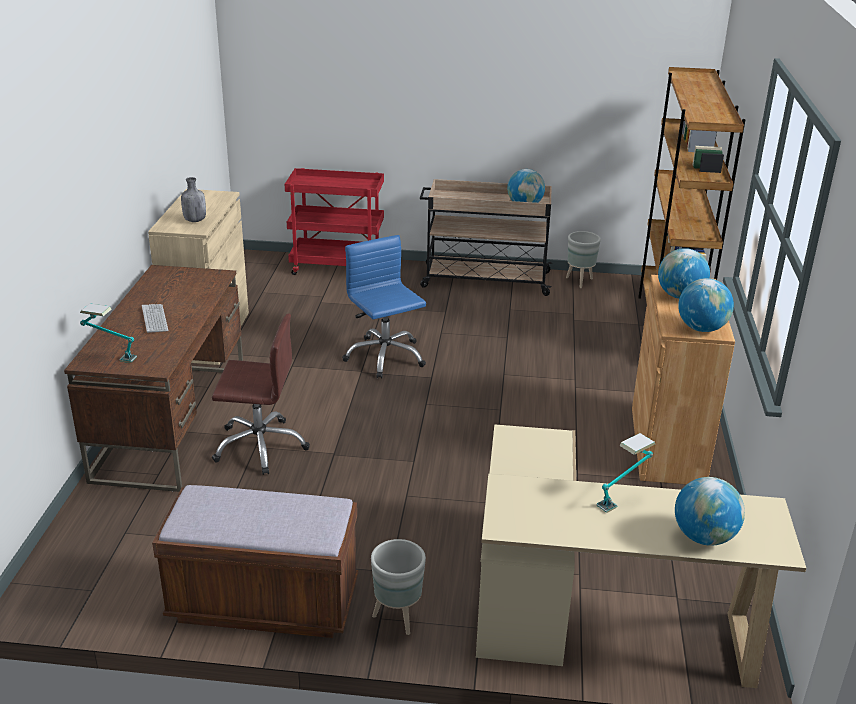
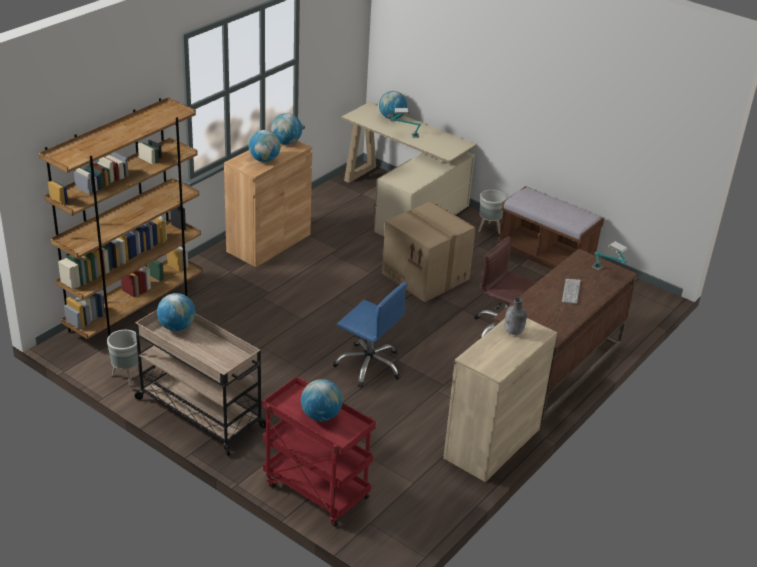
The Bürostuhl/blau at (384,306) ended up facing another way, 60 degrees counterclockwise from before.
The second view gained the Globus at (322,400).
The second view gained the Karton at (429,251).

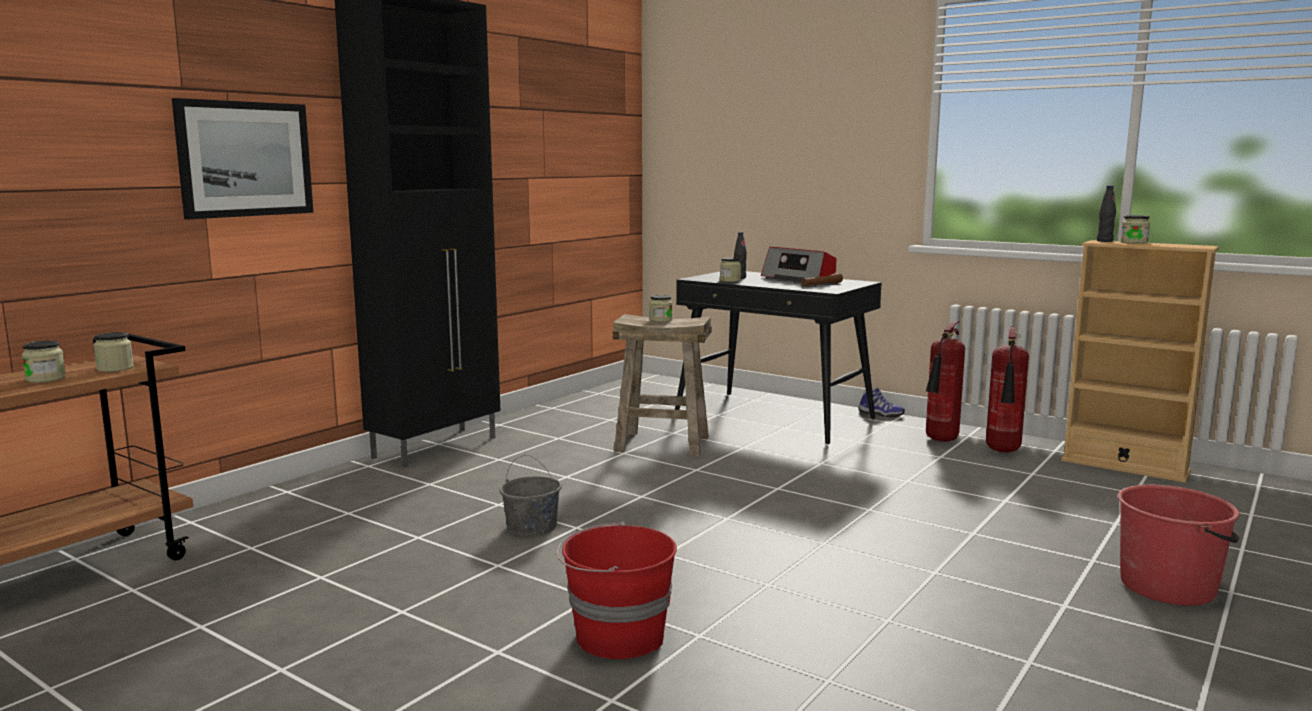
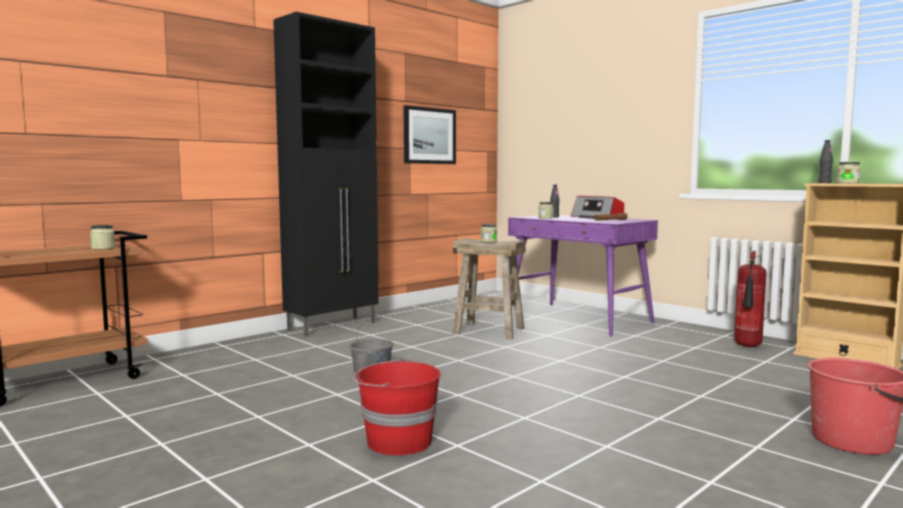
The second view lost the Vorratsglas at (44,362).
The Bild ended up elsewhere, having gone from (243,158) to (430,134).
What was the Schreibtisch/schwarz at (778,358) turned into the Schreibtisch/lila at (583,276).
The second view lost the Schuh at (881,403).
The second view lost the Feuerlöscher at (945,381).

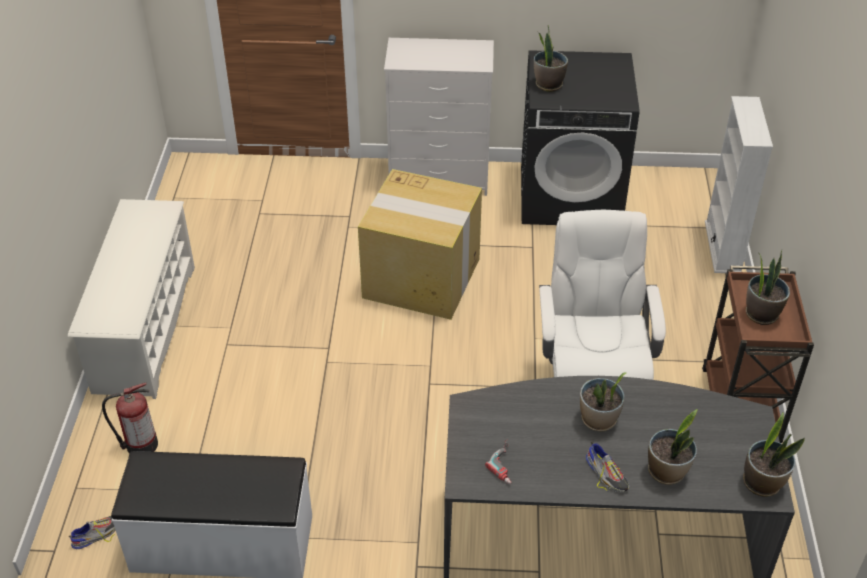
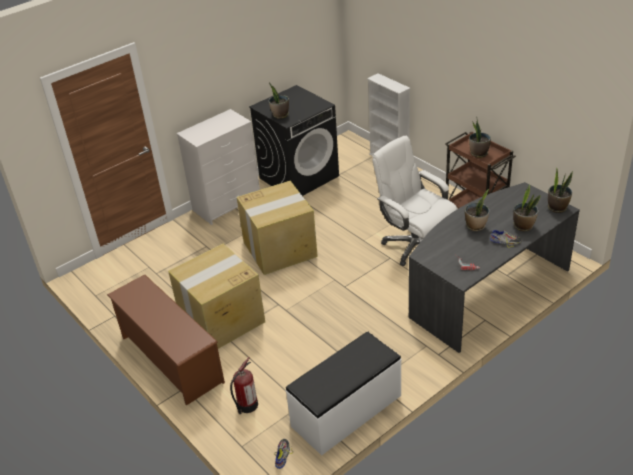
What was the Schuhregal/weiß at (131,299) turned into the Schuhregal/braun at (166,339).
The second view gained the Karton at (216,296).

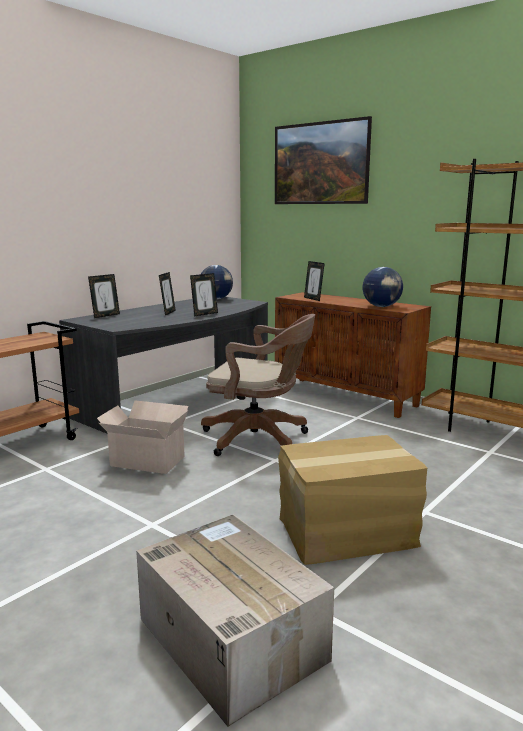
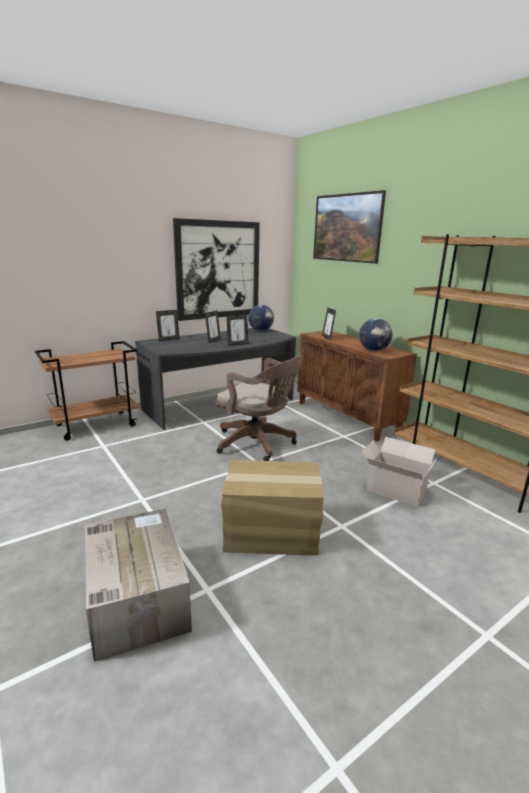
The Karton ended up elsewhere, having gone from (142,437) to (400,472).
The second view gained the Bild at (216,269).

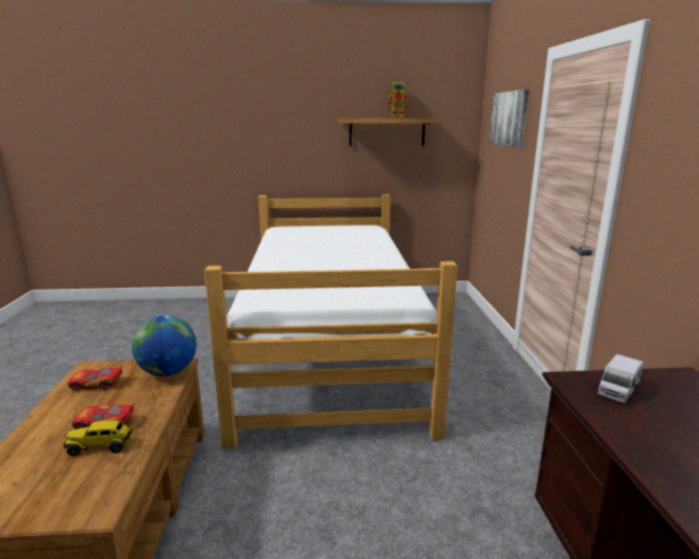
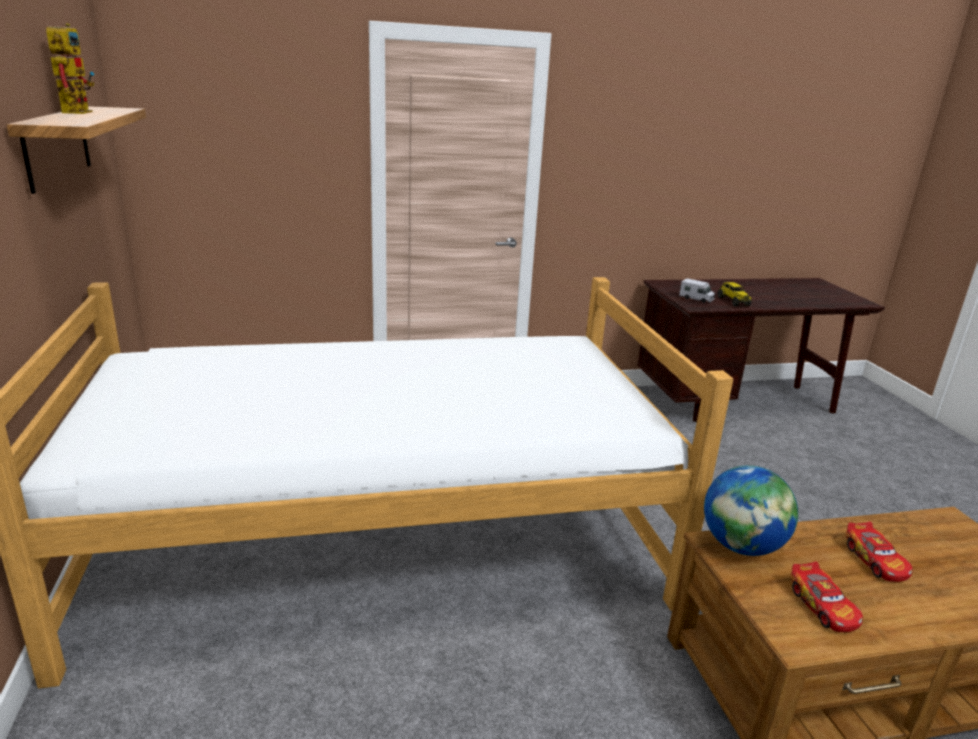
The Spielzeuglaster ended up elsewhere, having gone from (98,438) to (734,294).
The second view lost the Bild at (509,118).

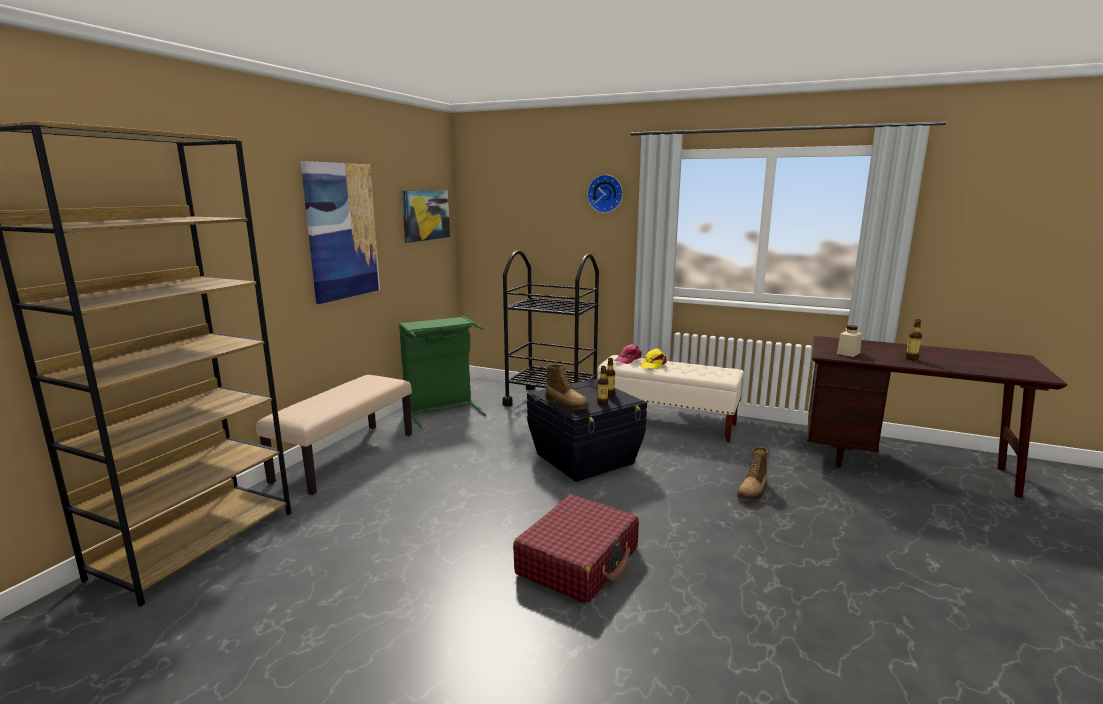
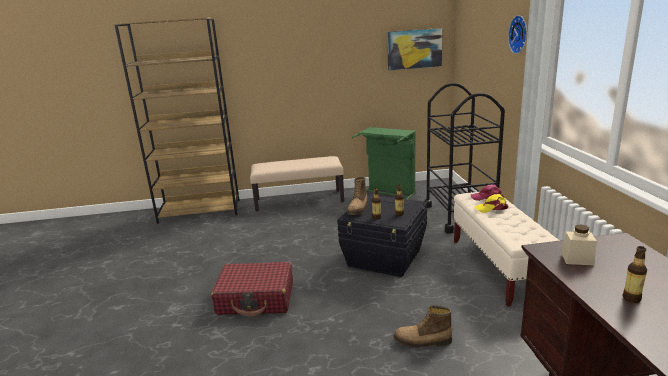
The second view lost the Bild at (340,232).

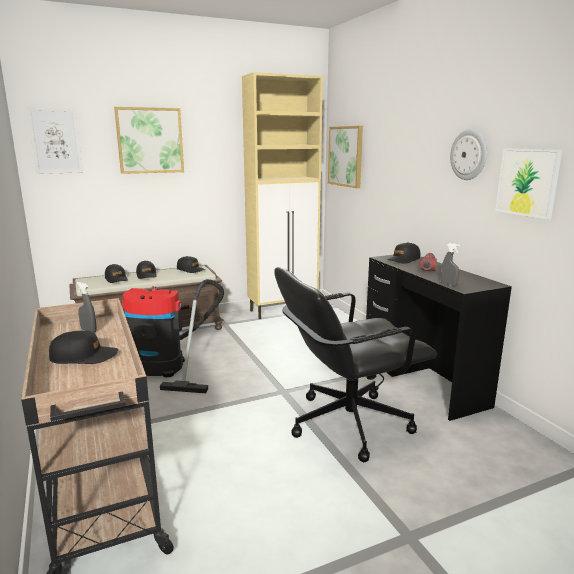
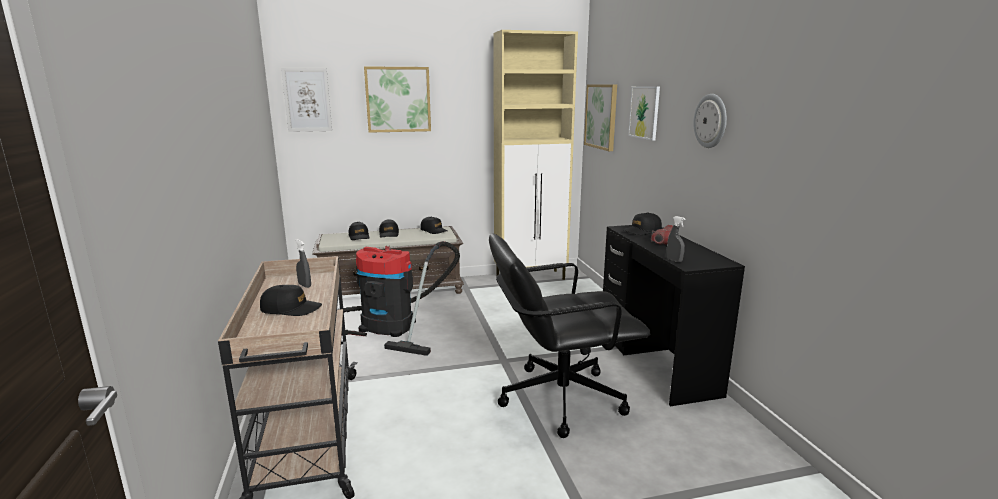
The Bild ended up elsewhere, having gone from (528,184) to (644,113).

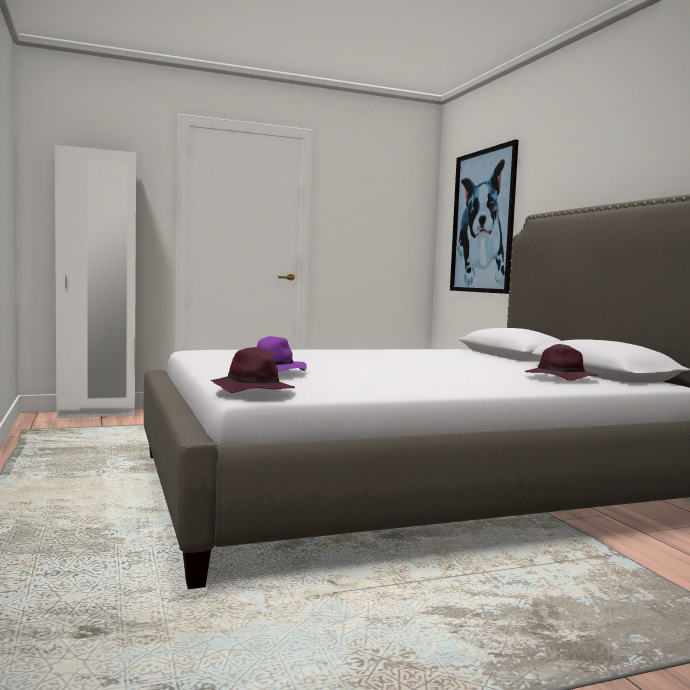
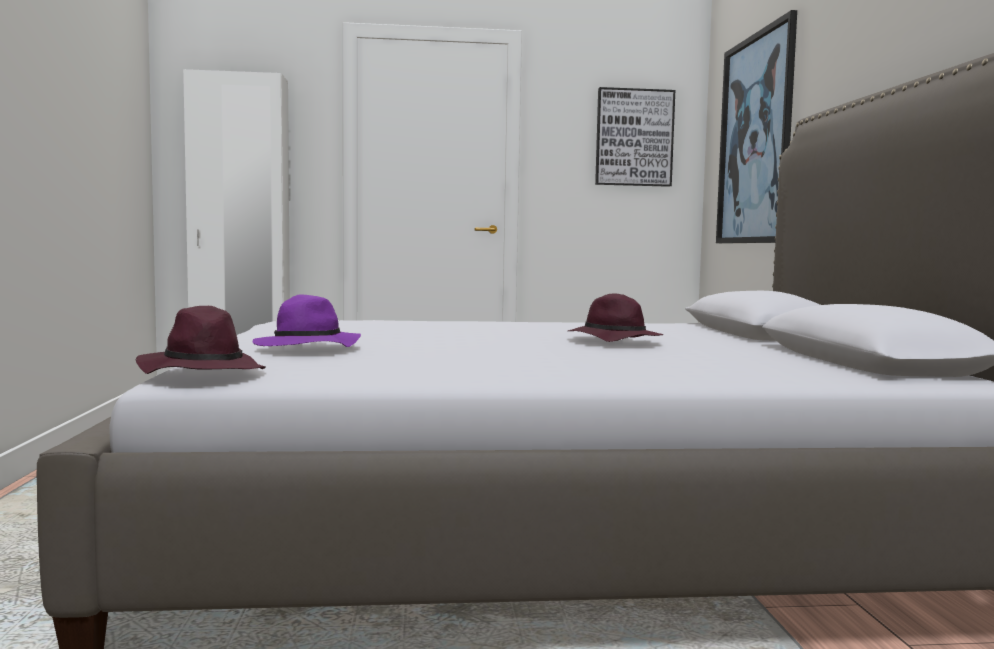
The Hut/lila ended up elsewhere, having gone from (561,362) to (616,318).
The second view gained the Bild at (635,137).

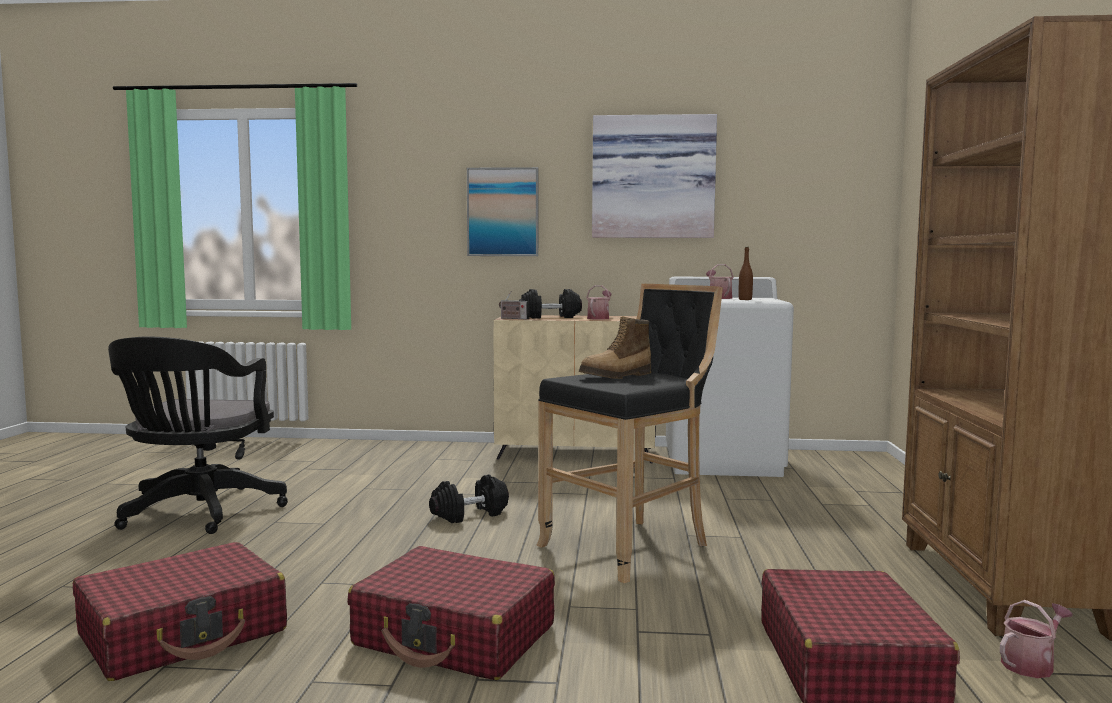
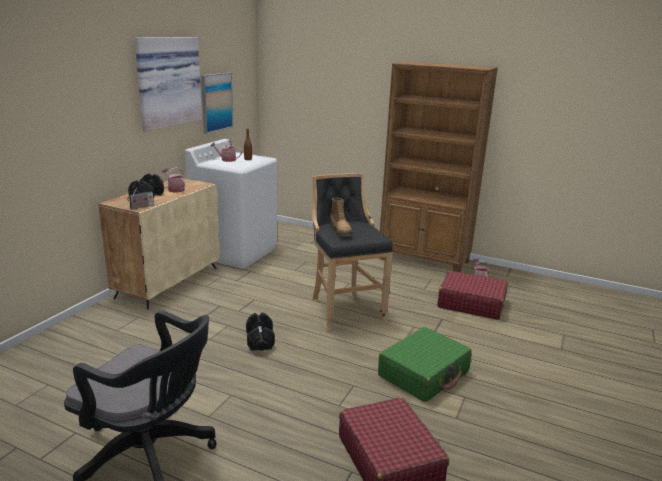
What was the Koffer/rot at (451,613) turned into the Koffer/grün at (425,364).
The Bild ended up elsewhere, having gone from (503,211) to (217,103).

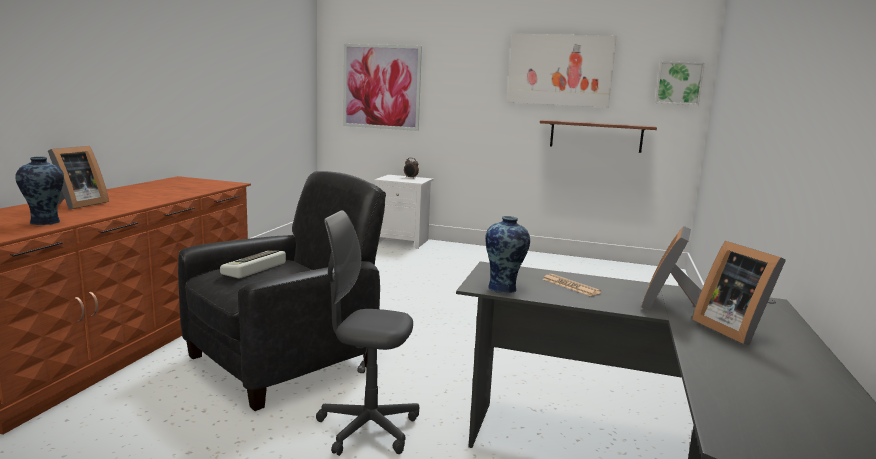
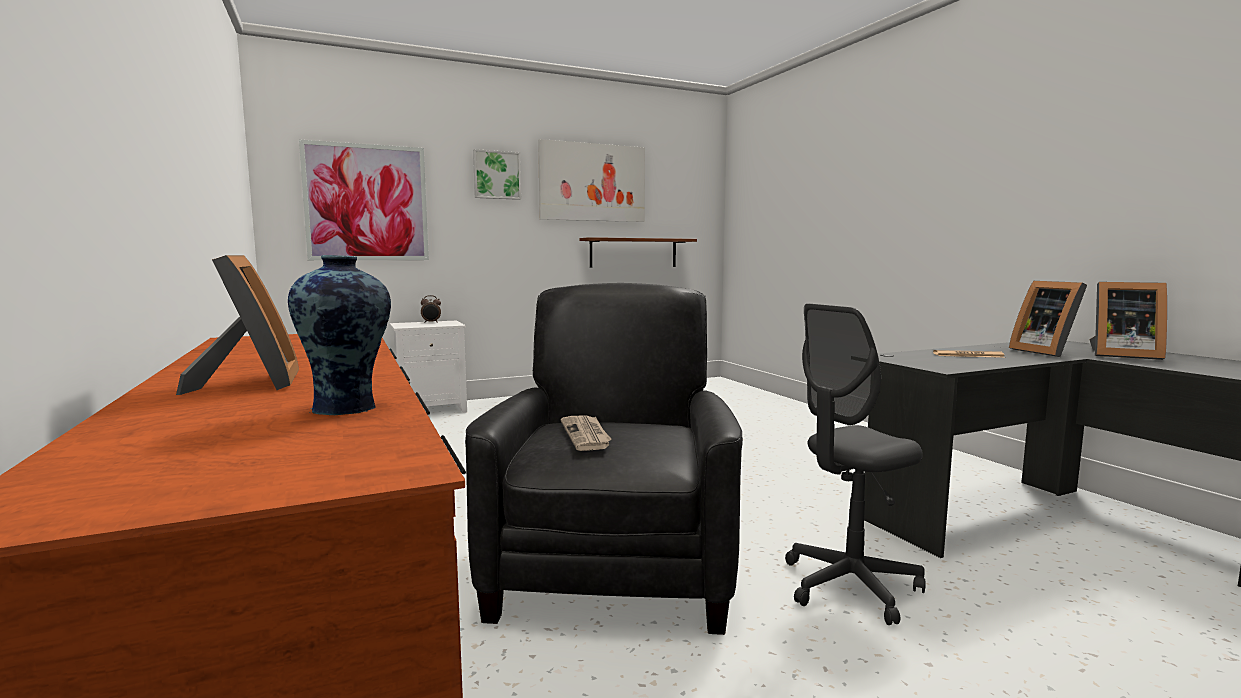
Where the Tastatur stood at (253,265), the Zeitung came to stand at (586,433).
The second view lost the Vase at (507,254).
The Bild ended up elsewhere, having gone from (680,83) to (497,174).

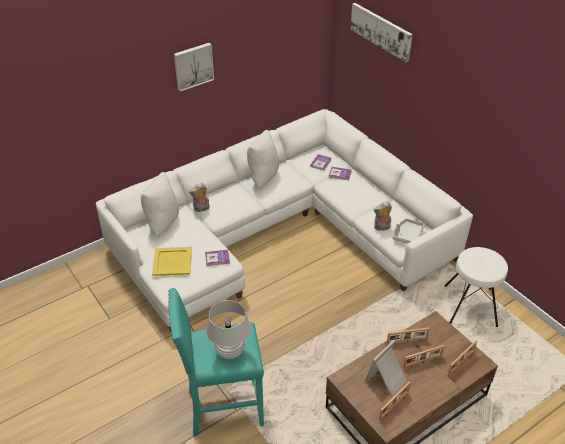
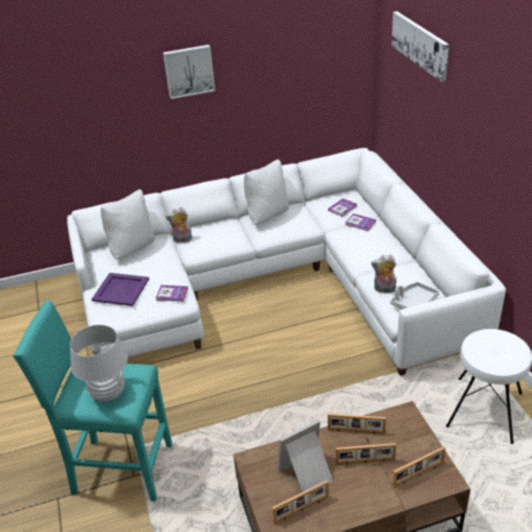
What was the Tablett/gelb at (172,261) turned into the Tablett/lila at (120,289).

